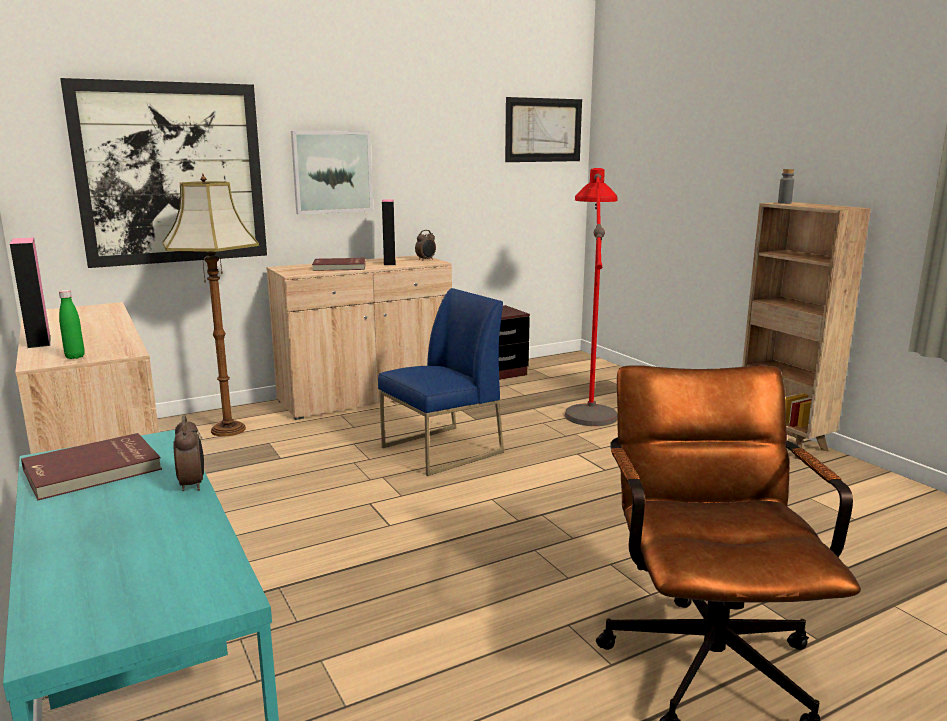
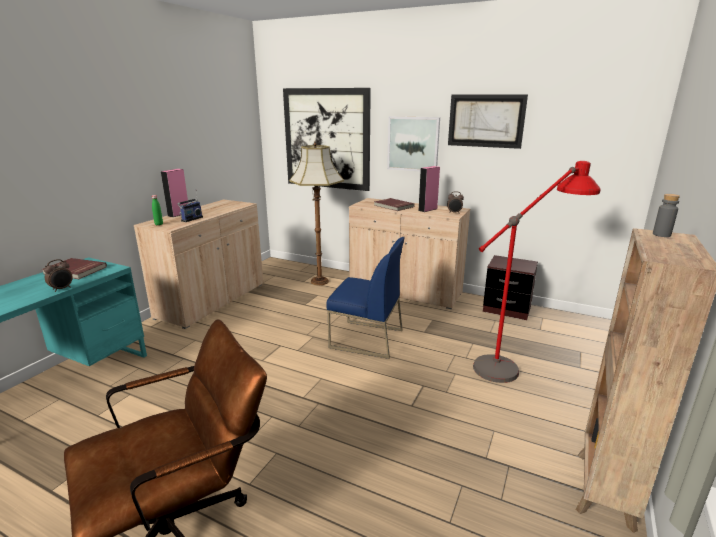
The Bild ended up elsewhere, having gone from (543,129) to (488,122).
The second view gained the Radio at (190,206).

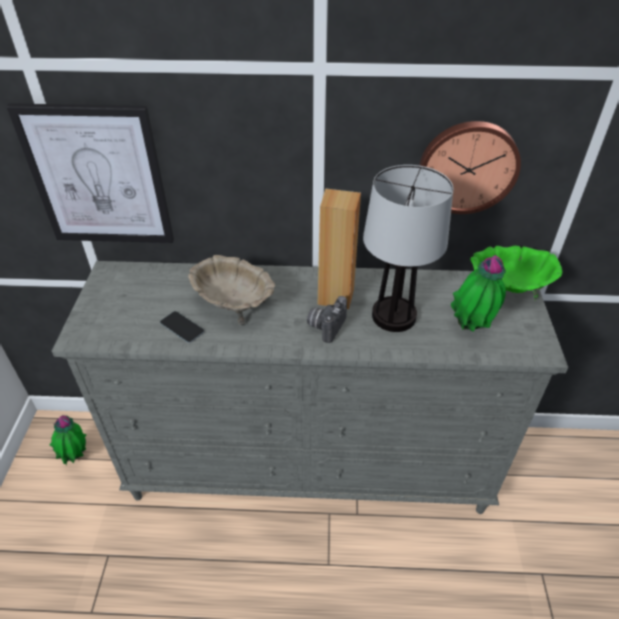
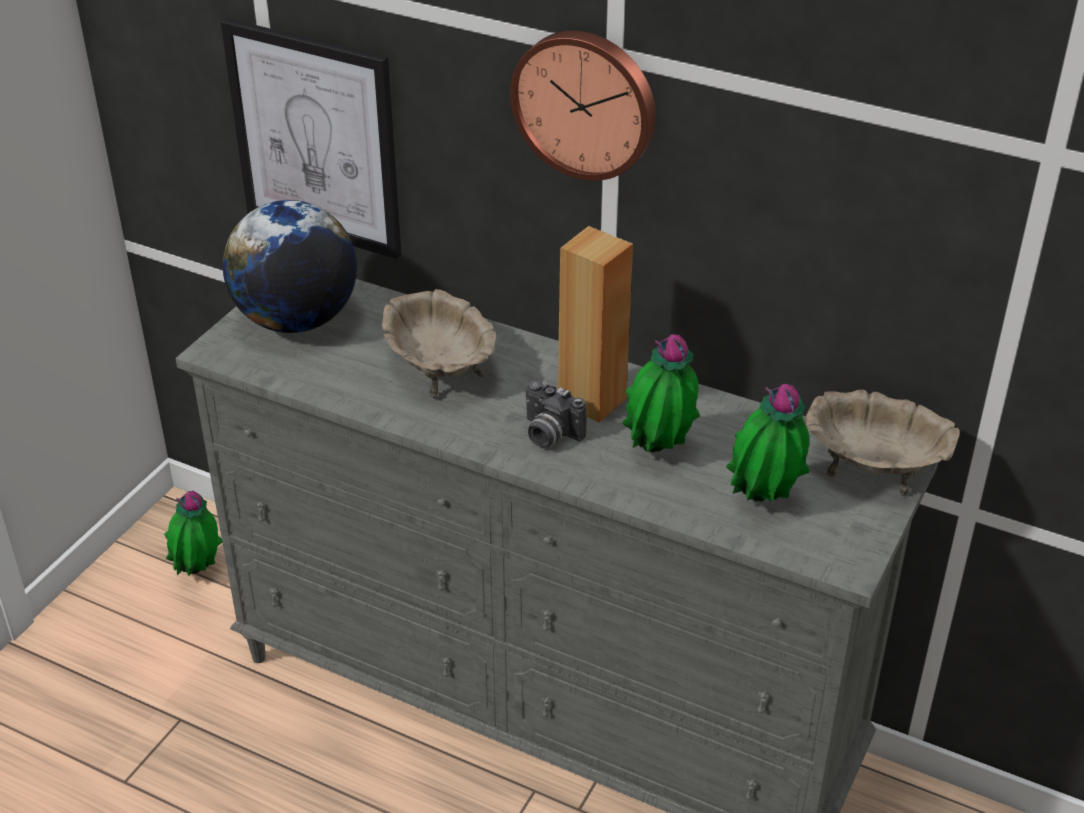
The second view lost the Handy at (182,327).
The Kamera at (327,319) ended up facing another way, 105 degrees counterclockwise from before.
Where the Tischlampe stood at (408,248), the Topfpflanze came to stand at (661,393).
The Wanduhr ended up elsewhere, having gone from (470,167) to (583,105).
What was the Schüssel/grün at (516,273) turned into the Schüssel/beige at (882,443).
The second view gained the Globus at (290,266).

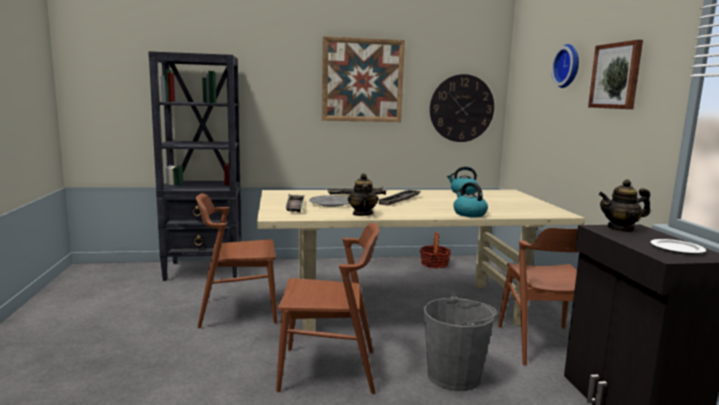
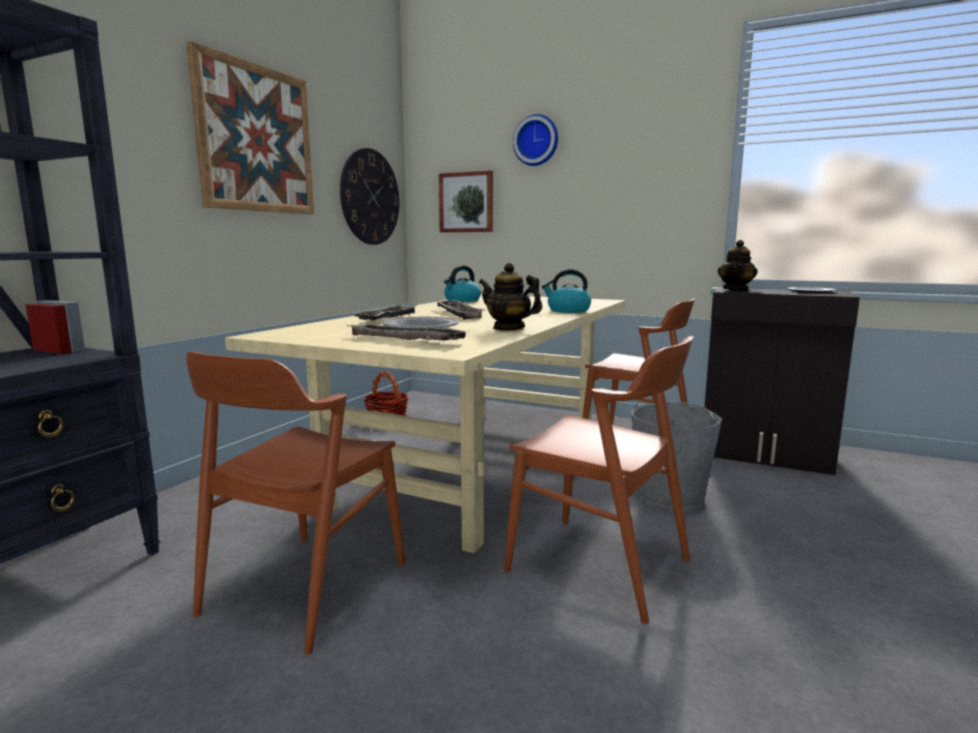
The Stuhl/braun at (327,308) ended up facing another way, 90 degrees clockwise from before.
The Bild ended up elsewhere, having gone from (615,74) to (466,201).

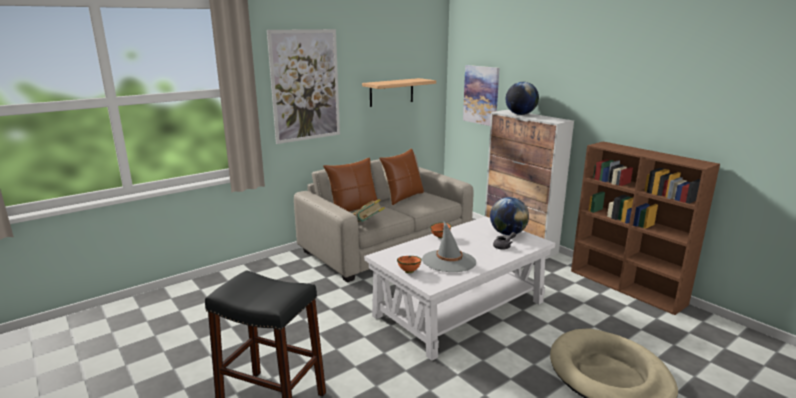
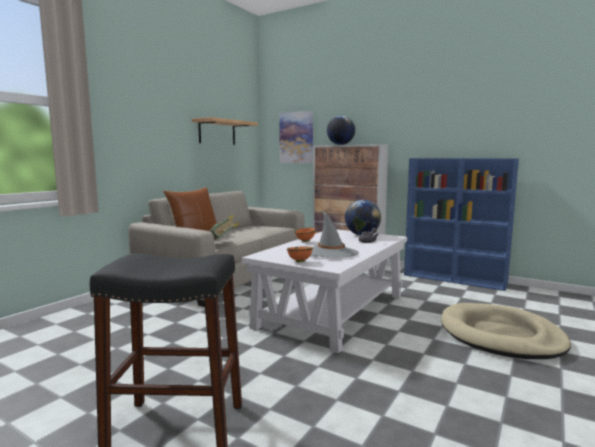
The second view lost the Bild at (303,86).
The second view lost the Kissen/braun at (401,176).
What was the Bücherregal/braun at (645,228) turned into the Bücherregal/blau at (461,224).

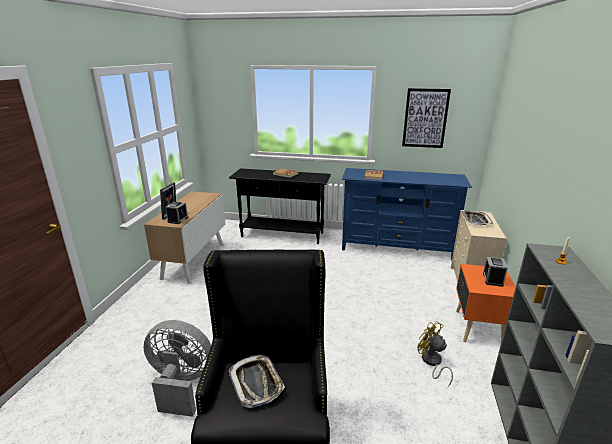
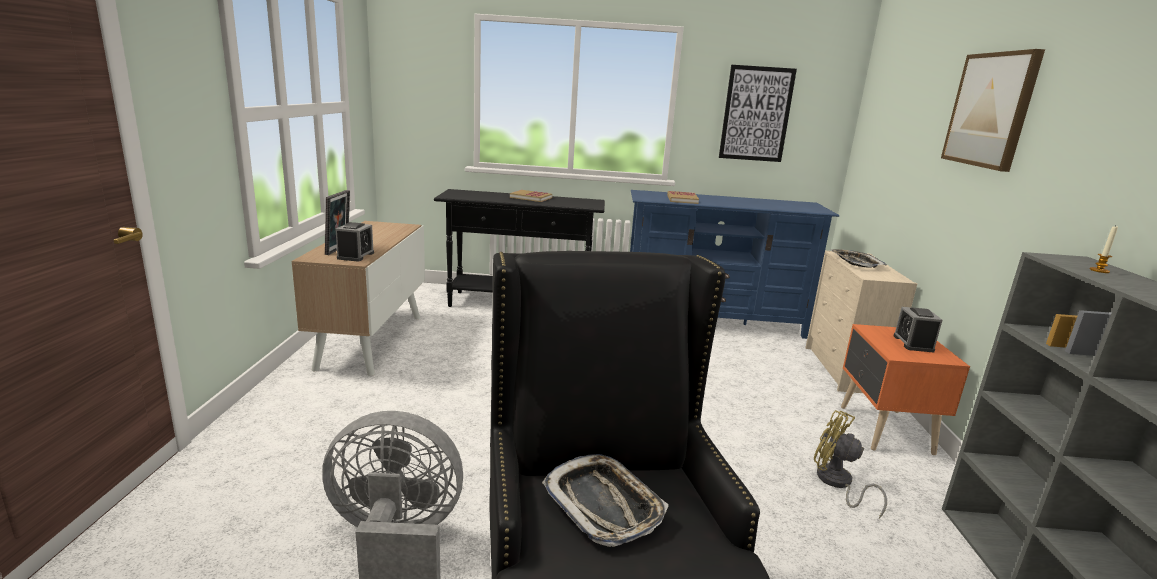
The second view gained the Bild at (993,110).

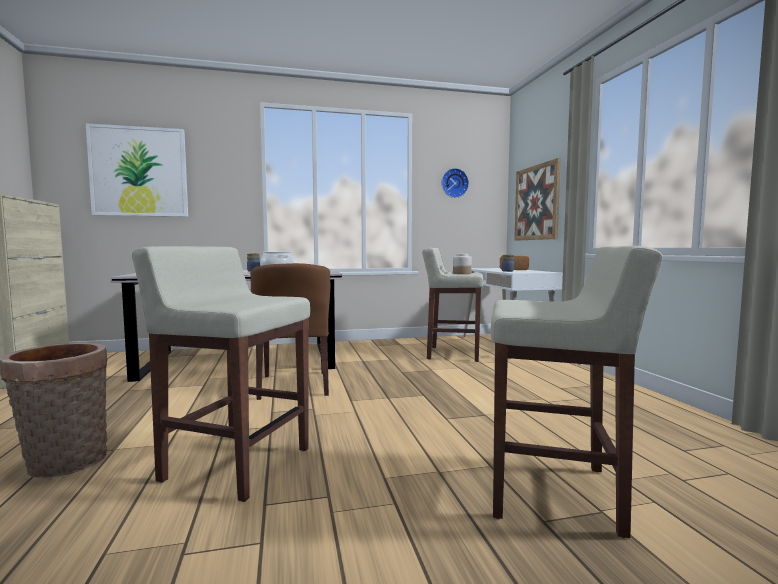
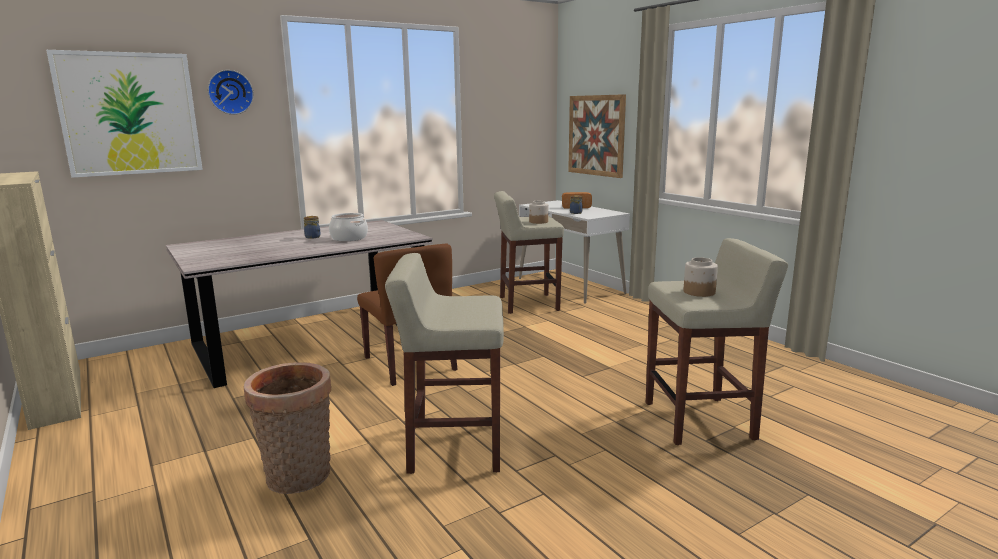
The Wanduhr ended up elsewhere, having gone from (455,183) to (231,92).
The second view gained the Vorratsglas at (700,277).

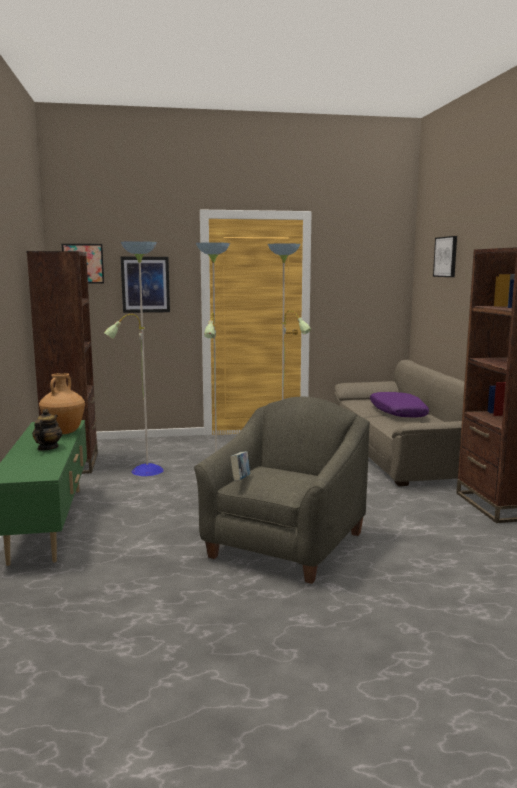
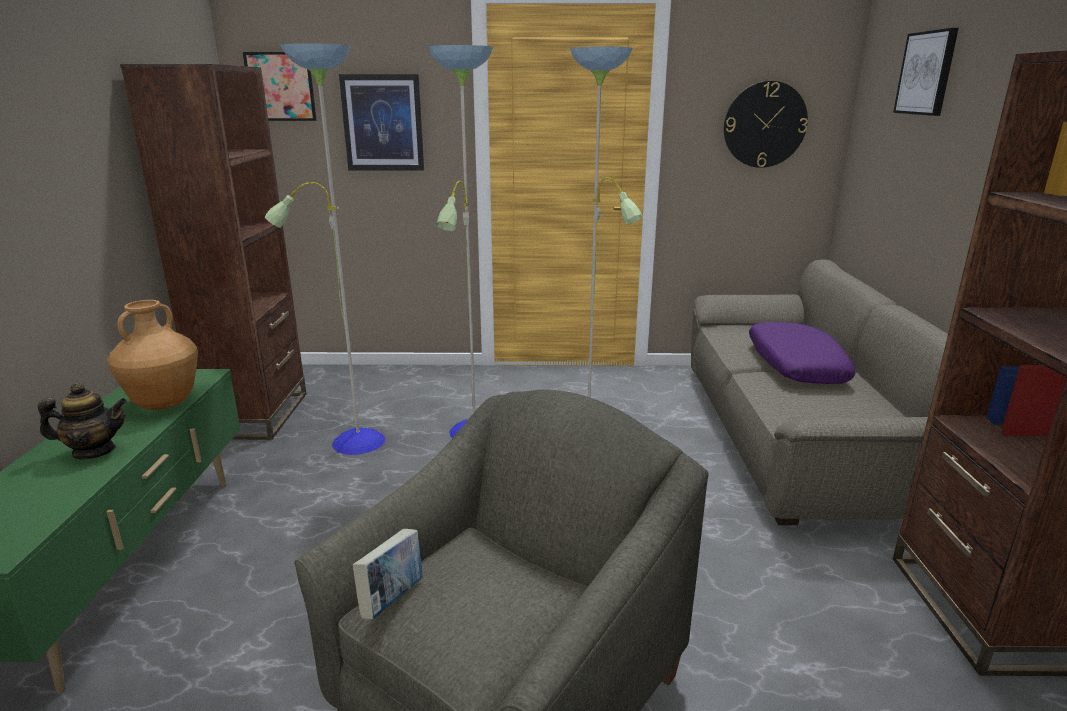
The Teekanne at (47,430) ended up facing another way, 60 degrees clockwise from before.
The second view gained the Wanduhr at (766,124).

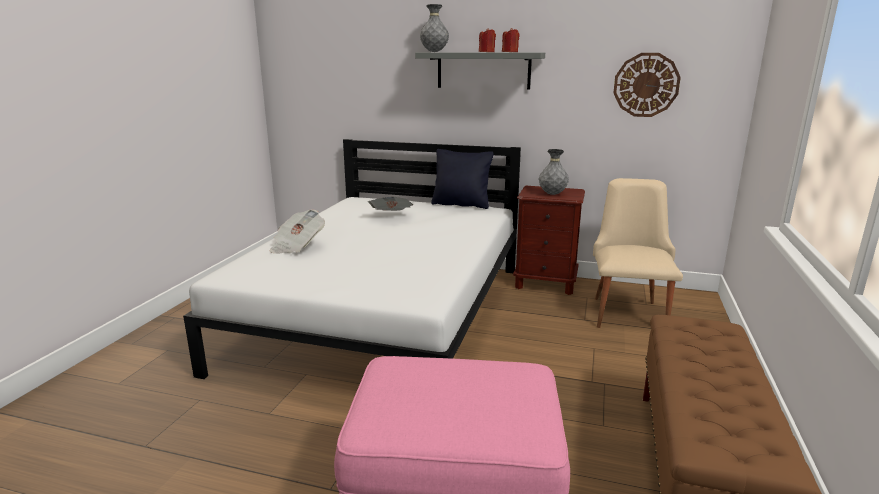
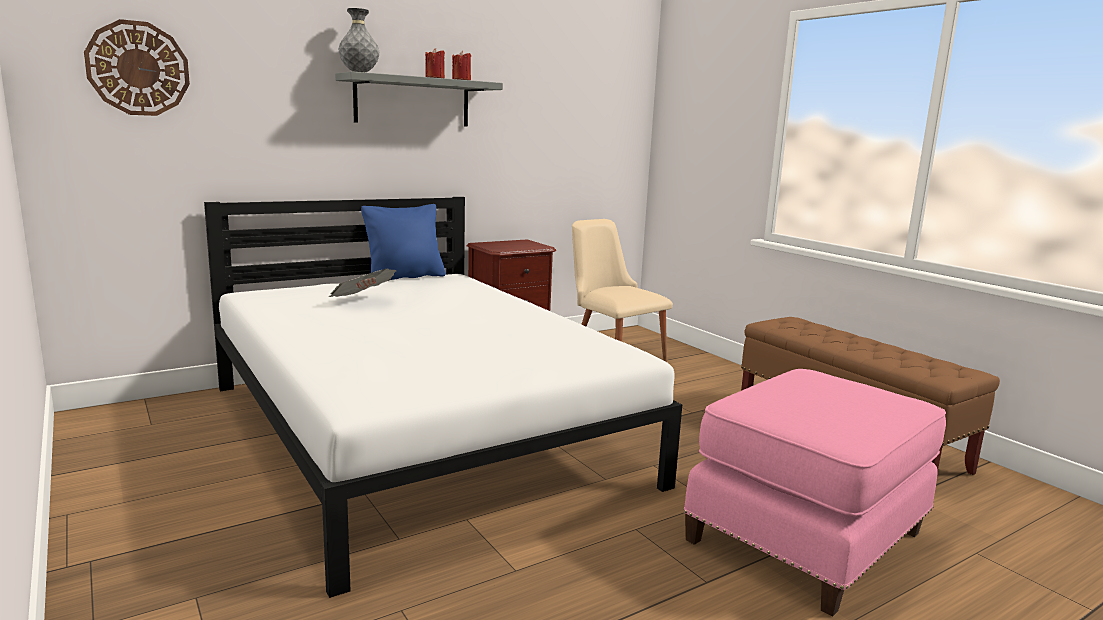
The second view lost the Zeitung at (297,231).
What was the Kissen/schwarz at (462,179) turned into the Kissen/blau at (403,242).
The second view lost the Vase/grau at (554,172).
The Wanduhr ended up elsewhere, having gone from (647,85) to (137,67).

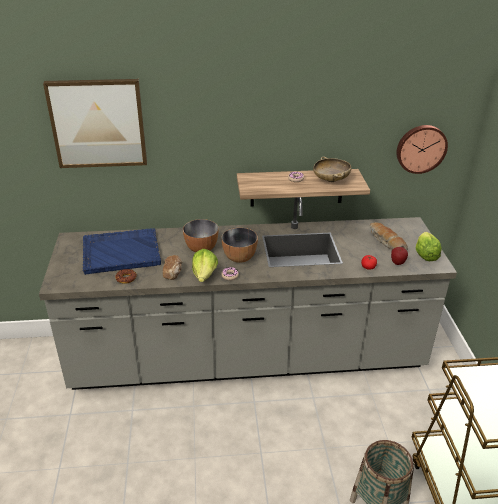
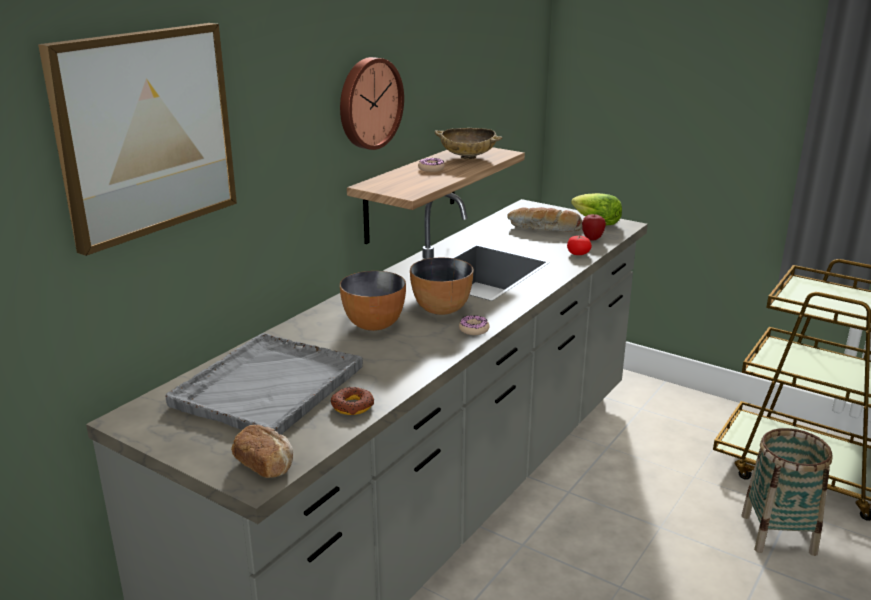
What was the Tablett/blau at (122,251) turned into the Tablett/grau at (264,384).
The Brot ended up elsewhere, having gone from (172,267) to (262,451).
The second view lost the Salatkopf at (205,265).
The Wanduhr ended up elsewhere, having gone from (422,149) to (372,103).

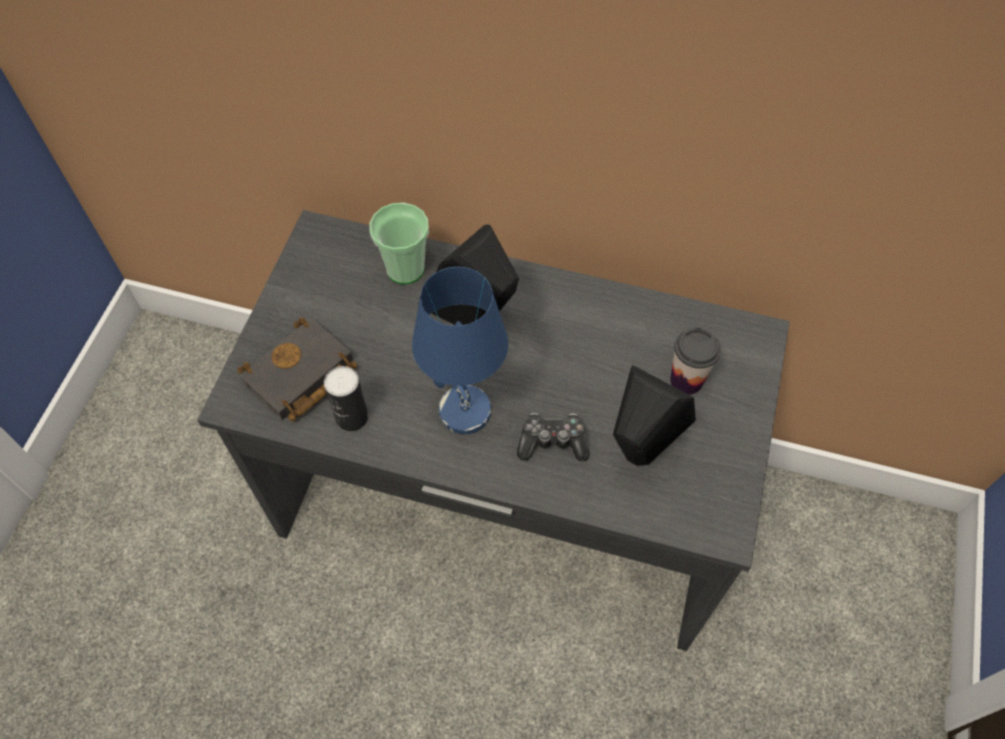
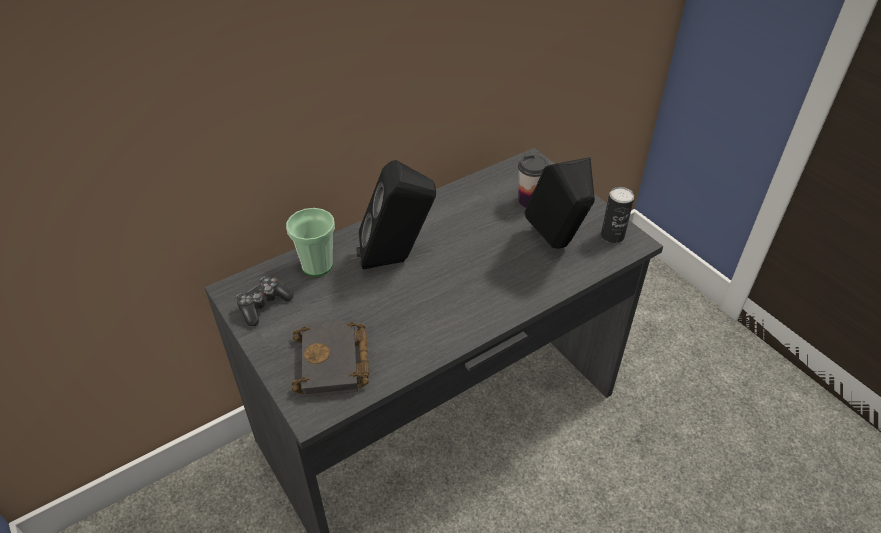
The Dose ended up elsewhere, having gone from (346,398) to (617,215).
The second view lost the Tischlampe/blau at (460,350).
The Gamepad ended up elsewhere, having gone from (553,437) to (264,301).

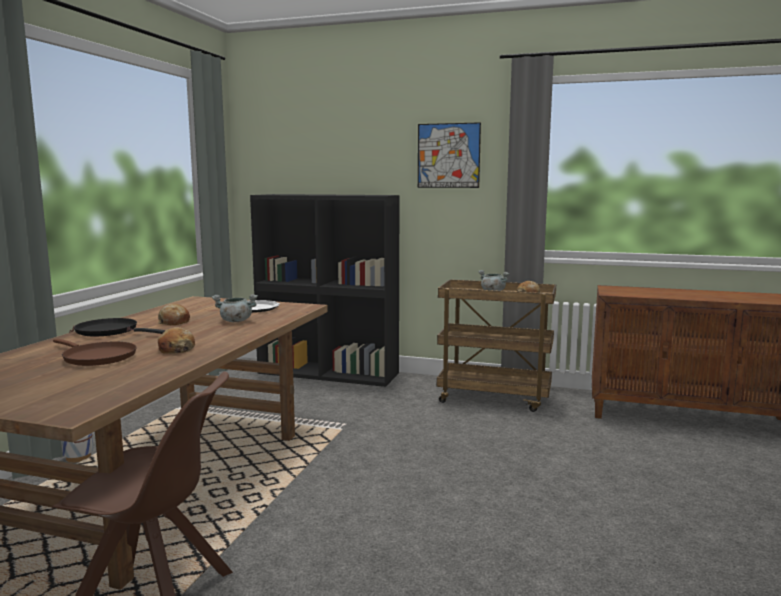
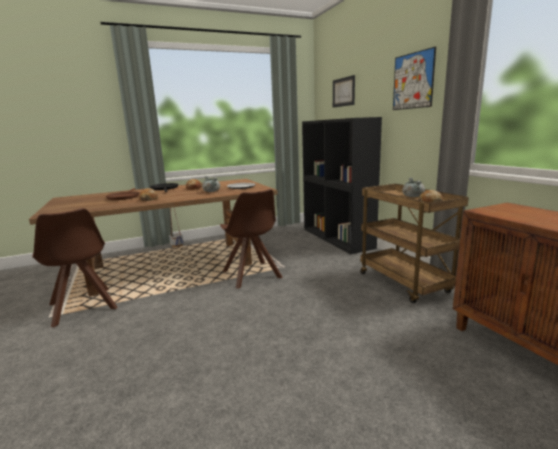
The second view gained the Stuhl/braun at (251,239).
The second view gained the Bild at (344,91).

